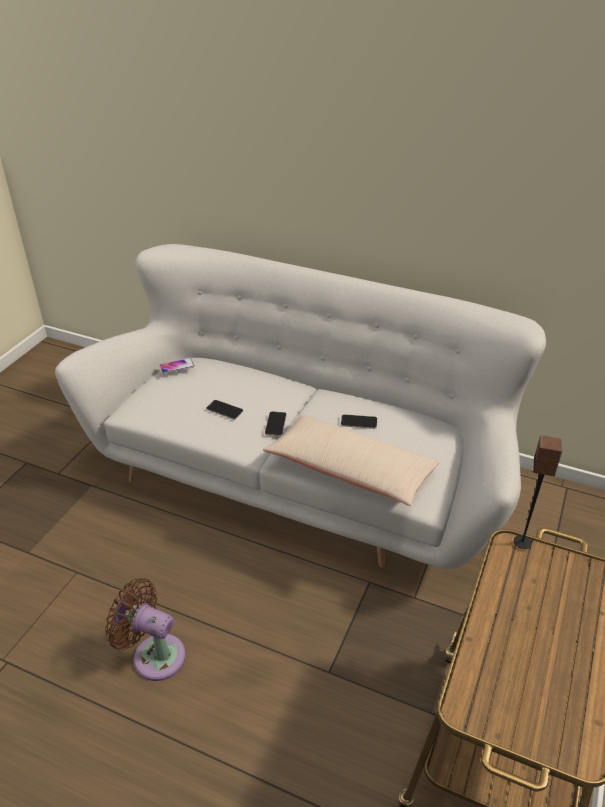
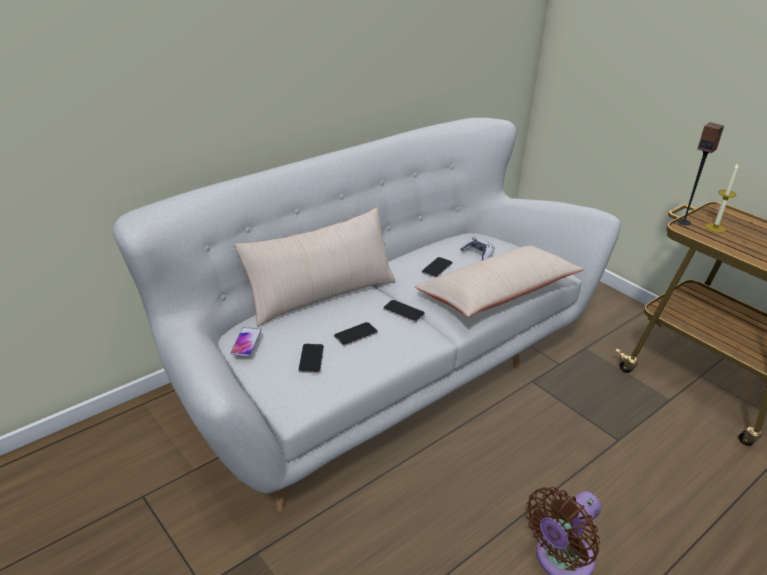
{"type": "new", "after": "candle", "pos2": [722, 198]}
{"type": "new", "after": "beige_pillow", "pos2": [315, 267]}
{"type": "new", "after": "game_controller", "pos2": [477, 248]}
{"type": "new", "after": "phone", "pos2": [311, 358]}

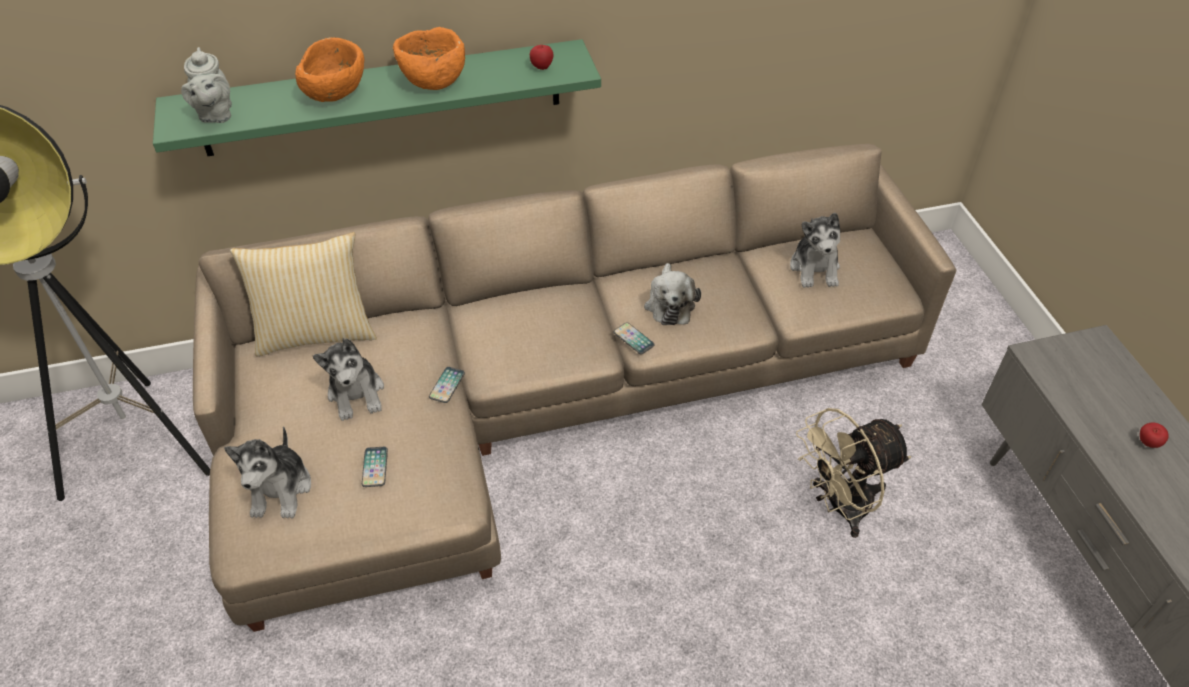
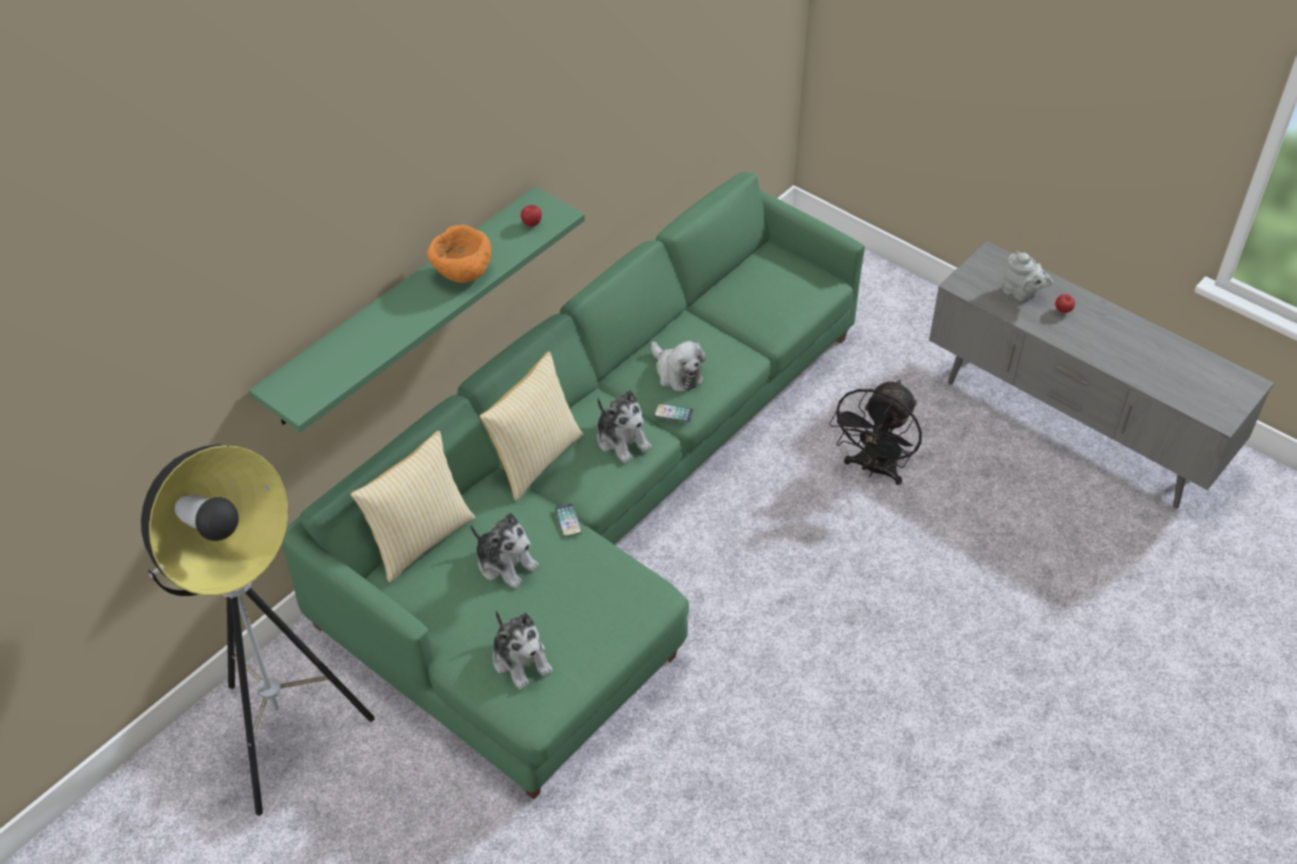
{"type": "gone", "before": "orange_bowl", "pos1": [329, 69]}
{"type": "shifted", "before": "grey_teapot", "pos1": [206, 85], "pos2": [1028, 276]}
{"type": "repainted", "before": "beige_sofa", "after": "green_sofa", "pos1": [575, 388], "pos2": [573, 486]}
{"type": "shifted", "before": "plush_toy", "pos1": [815, 250], "pos2": [624, 426]}
{"type": "repainted", "before": "beige_fan", "after": "black_fan", "pos1": [853, 473], "pos2": [875, 432]}
{"type": "gone", "before": "phone", "pos1": [375, 467]}
{"type": "new", "after": "pillow", "pos2": [531, 426]}

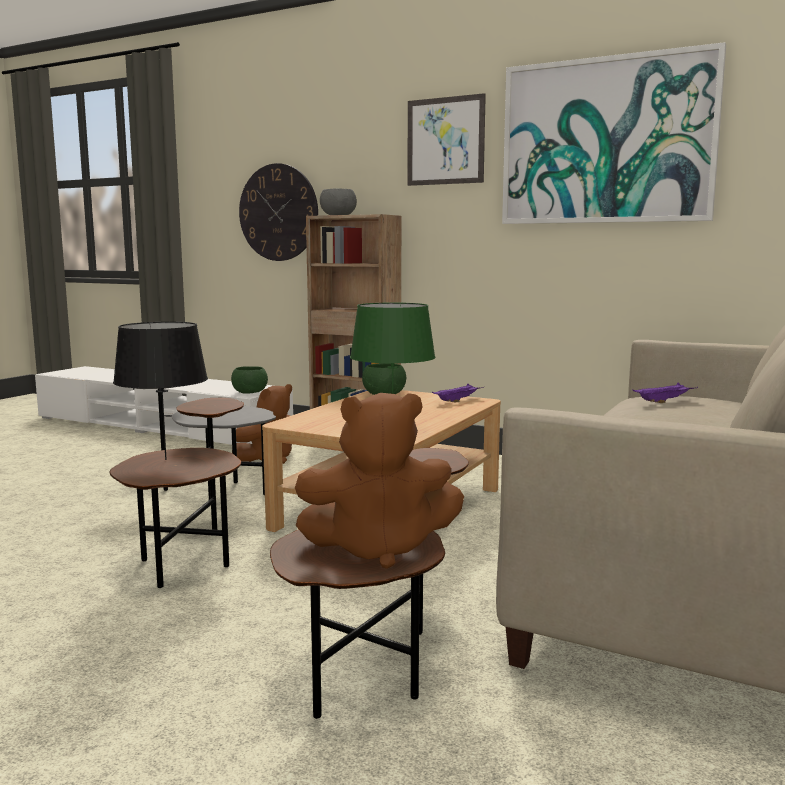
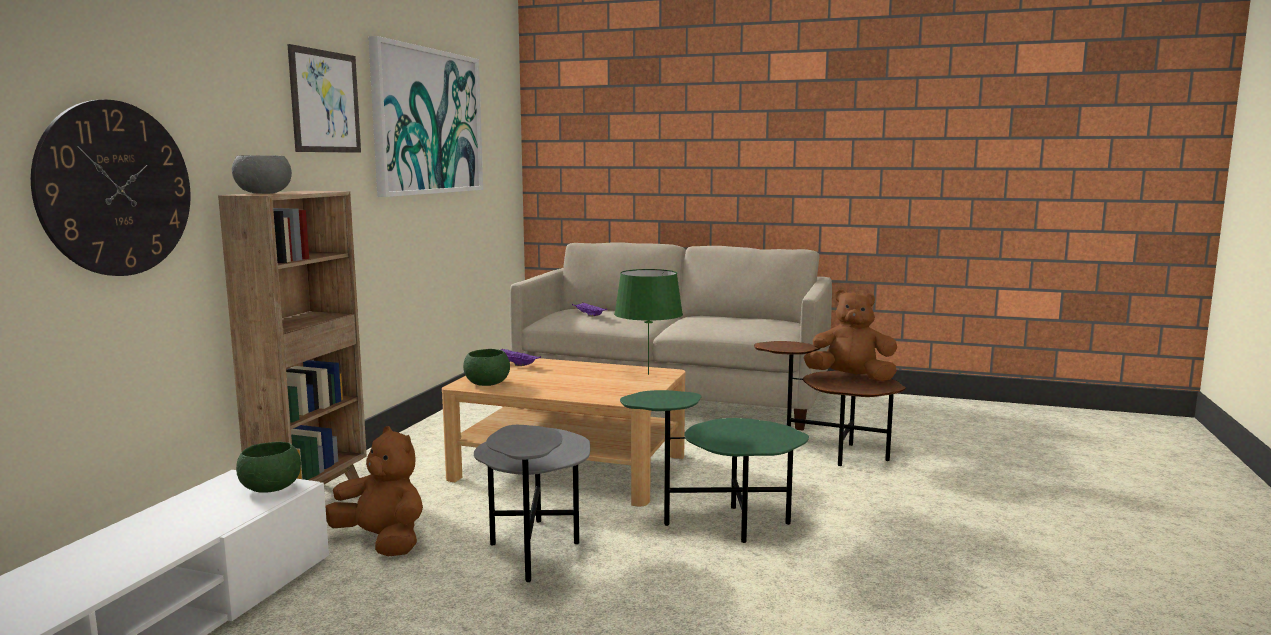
{"type": "gone", "before": "black_table_lamp", "pos1": [160, 391]}
{"type": "rotated", "before": "brown_plush_toy", "pos1": [379, 481], "pos2": [850, 335], "turn": -60}
{"type": "repainted", "before": "brown_side_table", "after": "green_side_table", "pos1": [176, 493], "pos2": [714, 466]}

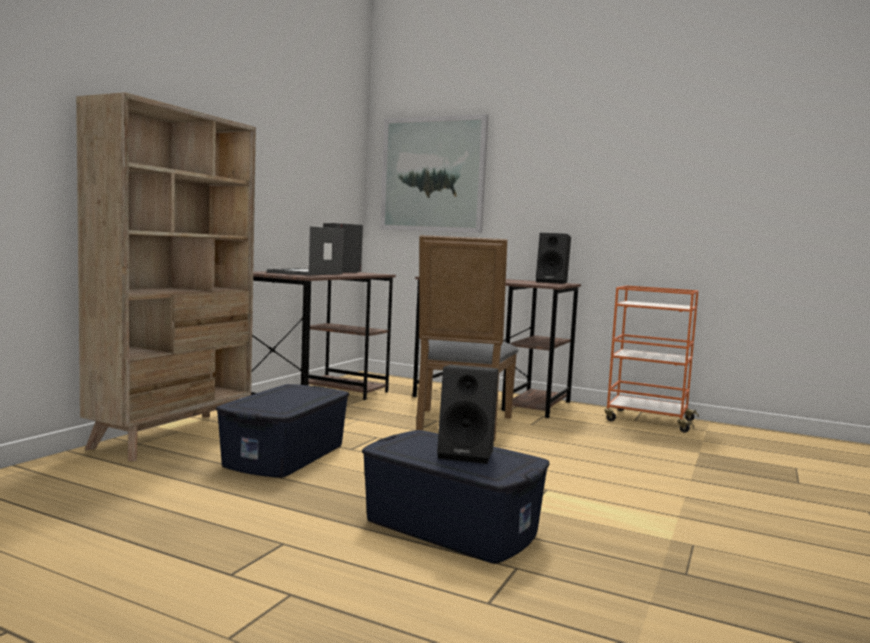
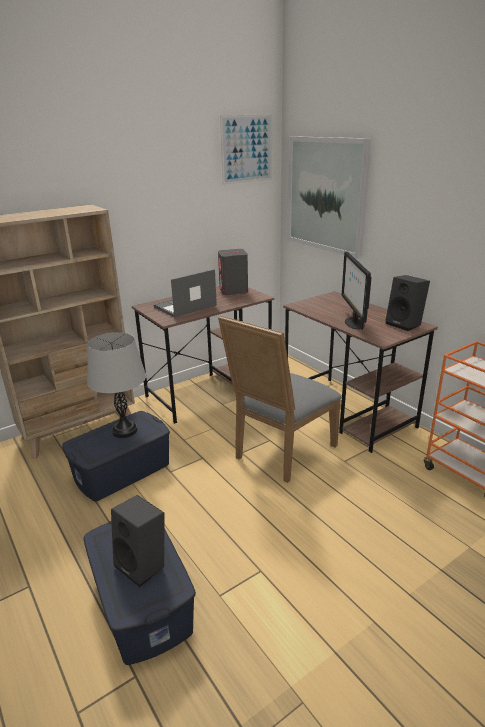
{"type": "new", "after": "picture", "pos2": [246, 149]}
{"type": "new", "after": "monitor", "pos2": [356, 290]}
{"type": "new", "after": "grey_table_lamp", "pos2": [116, 385]}

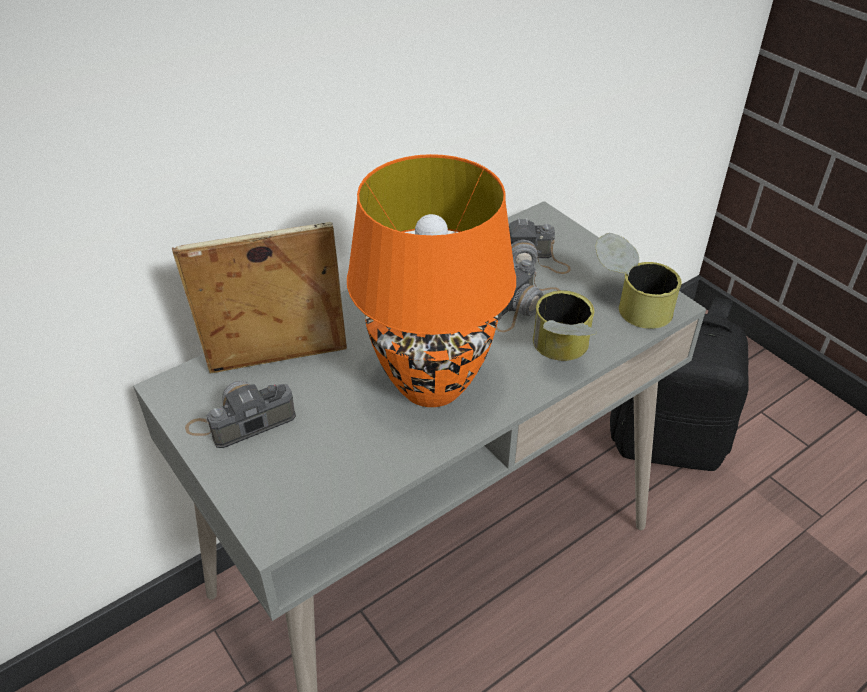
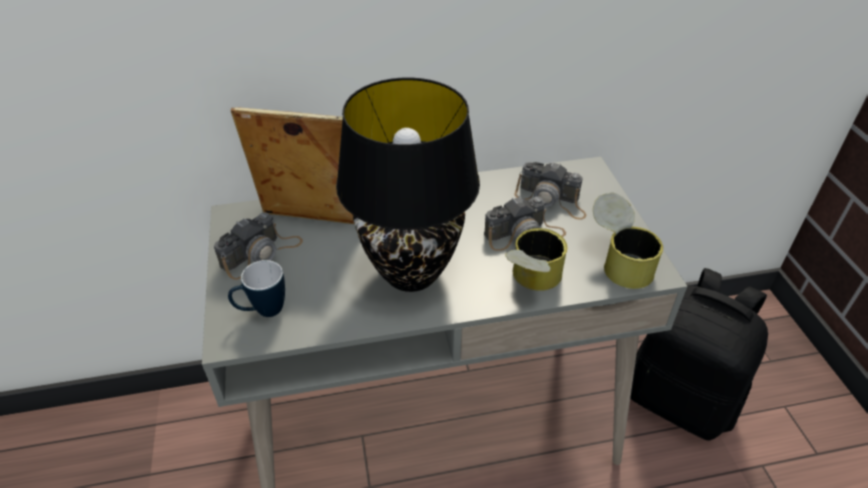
{"type": "repainted", "before": "orange_table_lamp", "after": "black_table_lamp", "pos1": [431, 280], "pos2": [408, 185]}
{"type": "rotated", "before": "photo_camera", "pos1": [240, 414], "pos2": [258, 246], "turn": 135}
{"type": "new", "after": "mug", "pos2": [256, 288]}

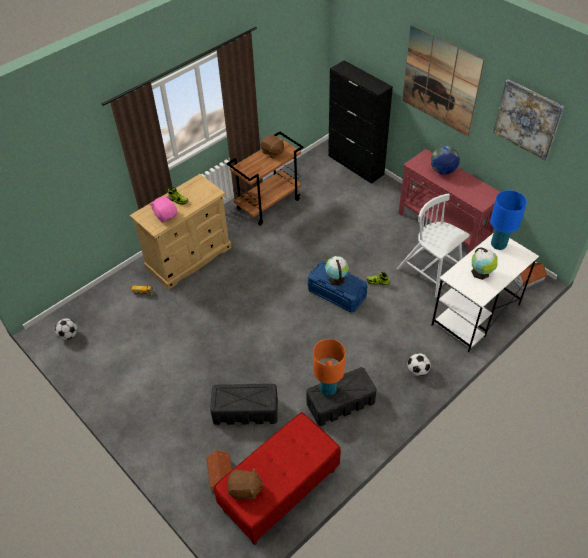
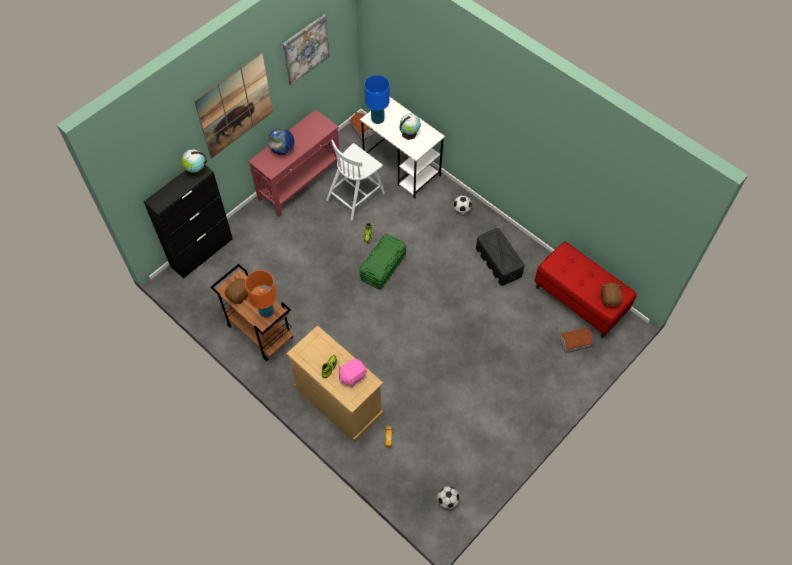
{"type": "shifted", "before": "globe", "pos1": [337, 271], "pos2": [193, 163]}
{"type": "repainted", "before": "blue_storage_box", "after": "green_storage_box", "pos1": [337, 287], "pos2": [382, 262]}
{"type": "shifted", "before": "orange_table_lamp", "pos1": [329, 367], "pos2": [261, 294]}
{"type": "gone", "before": "black_storage_box", "pos1": [244, 404]}

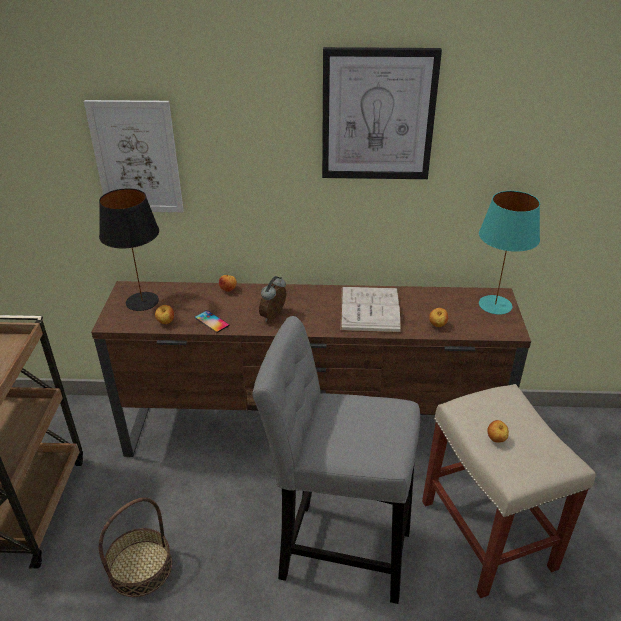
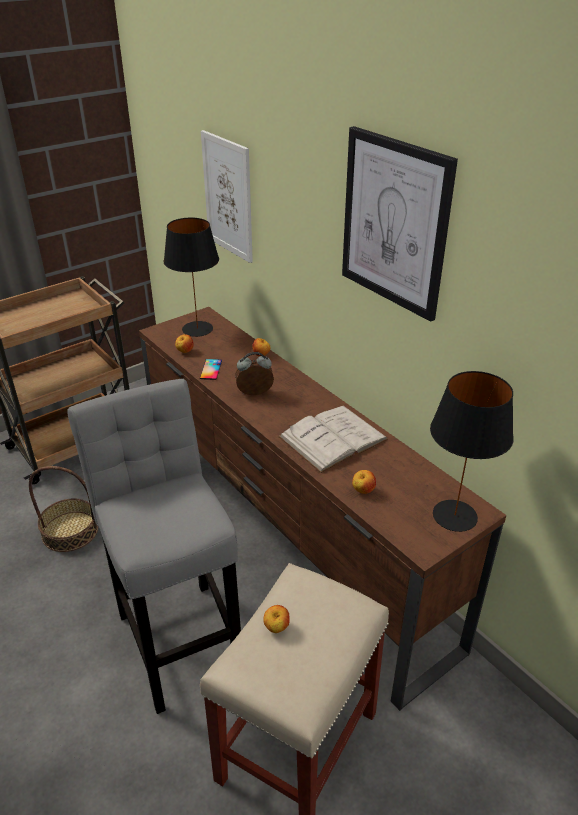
{"type": "repainted", "before": "turquoise_table_lamp", "after": "black_table_lamp", "pos1": [509, 253], "pos2": [472, 451]}

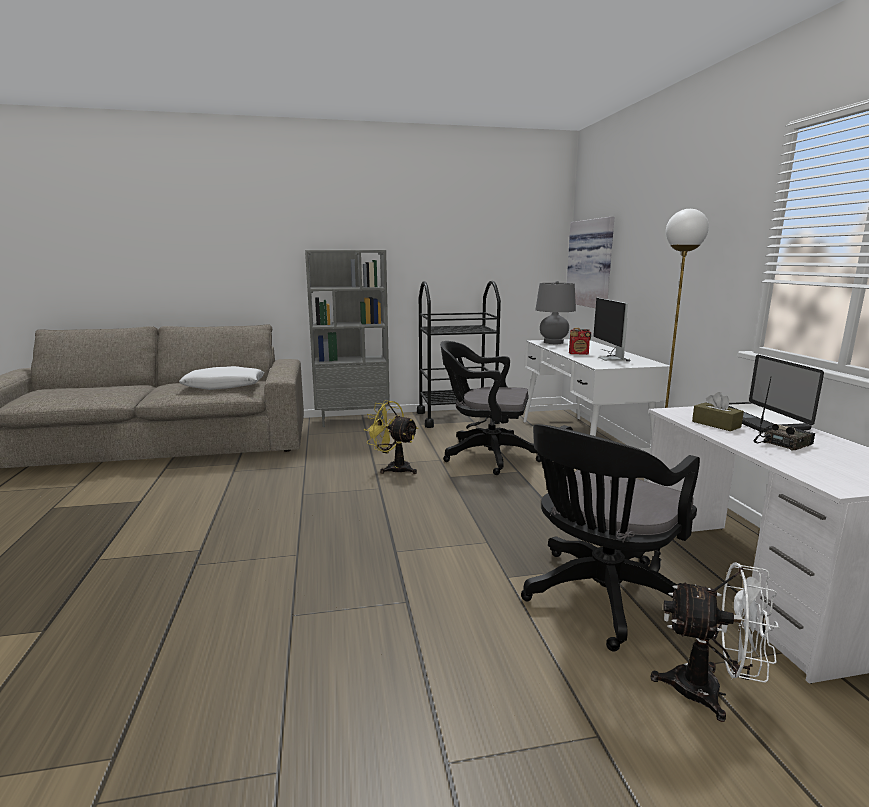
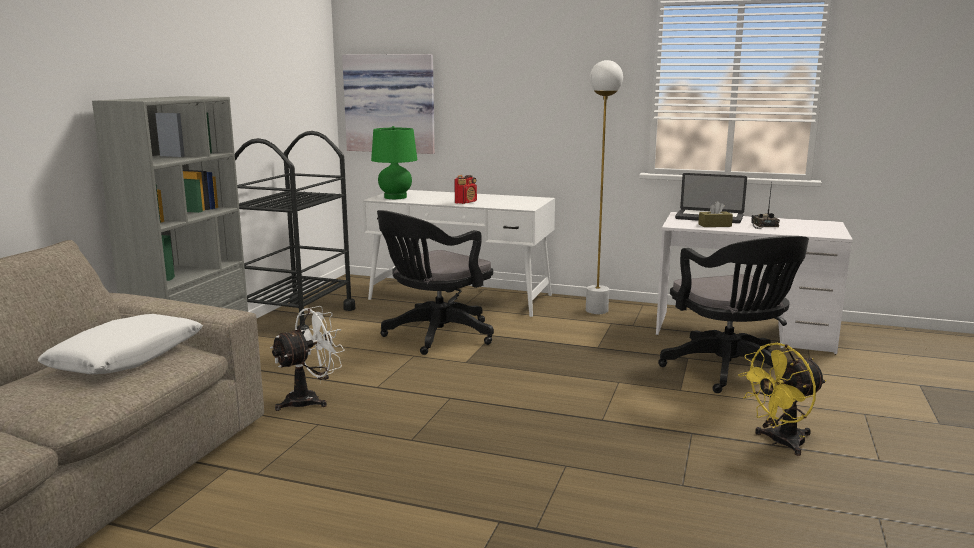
{"type": "repainted", "before": "grey_table_lamp", "after": "green_table_lamp", "pos1": [555, 312], "pos2": [394, 162]}
{"type": "gone", "before": "monitor", "pos1": [611, 330]}
{"type": "shifted", "before": "yellow_fan", "pos1": [391, 437], "pos2": [782, 399]}
{"type": "shifted", "before": "white_fan", "pos1": [715, 642], "pos2": [307, 358]}

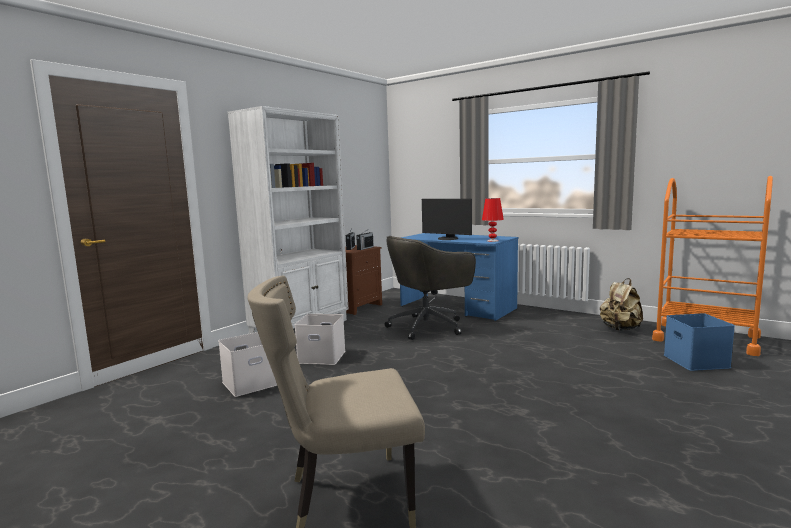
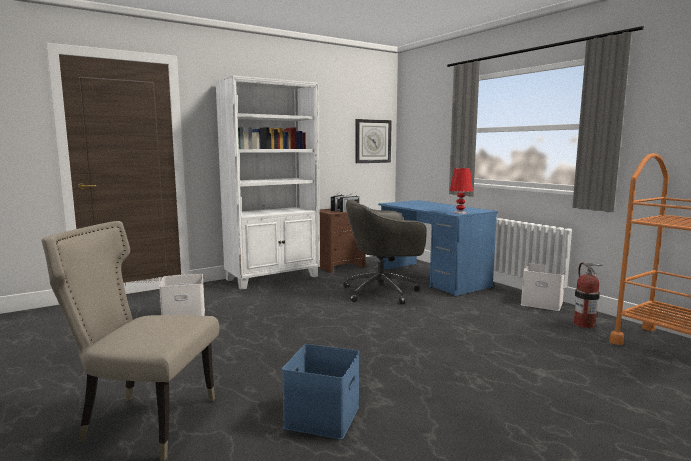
{"type": "gone", "before": "monitor", "pos1": [447, 219]}
{"type": "swapped", "before": "beige_backpack", "after": "fire_extinguisher", "pos1": [621, 304], "pos2": [588, 295]}
{"type": "shifted", "before": "blue_storage_box", "pos1": [699, 342], "pos2": [320, 391]}
{"type": "shifted", "before": "white_storage_box", "pos1": [319, 339], "pos2": [543, 287]}
{"type": "new", "after": "wall_clock", "pos2": [373, 141]}

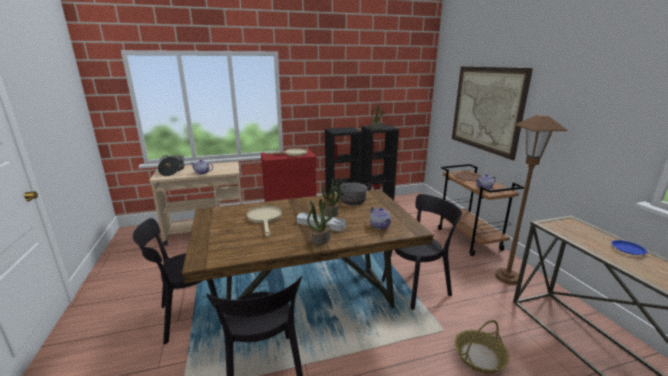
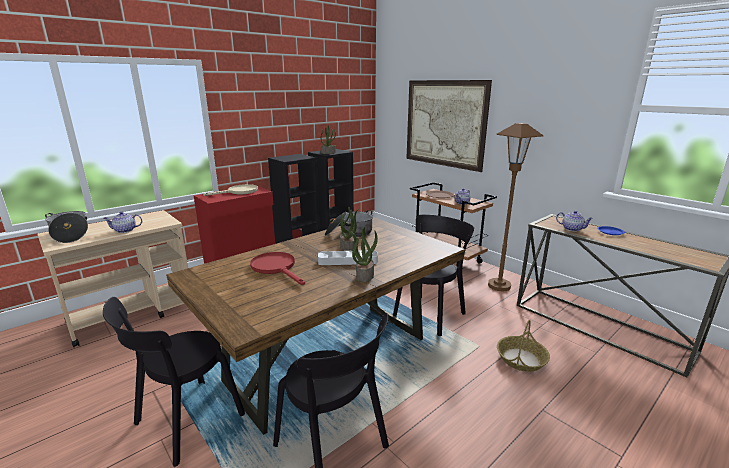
{"type": "repainted", "before": "beige_frying_pan", "after": "red_frying_pan", "pos1": [264, 221], "pos2": [277, 268]}
{"type": "shifted", "before": "teapot", "pos1": [381, 218], "pos2": [574, 221]}

